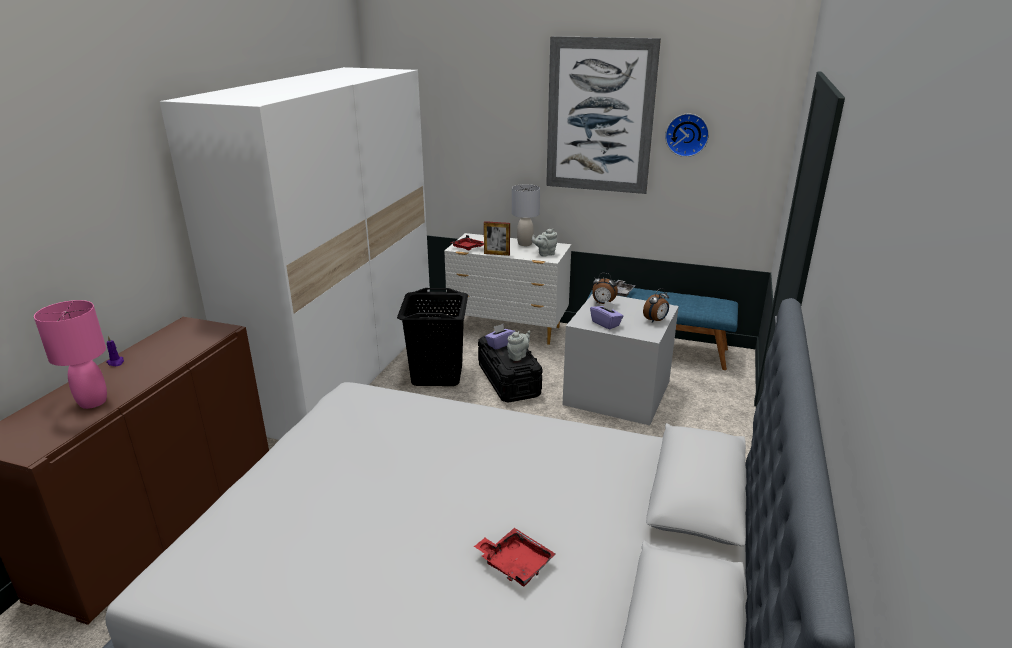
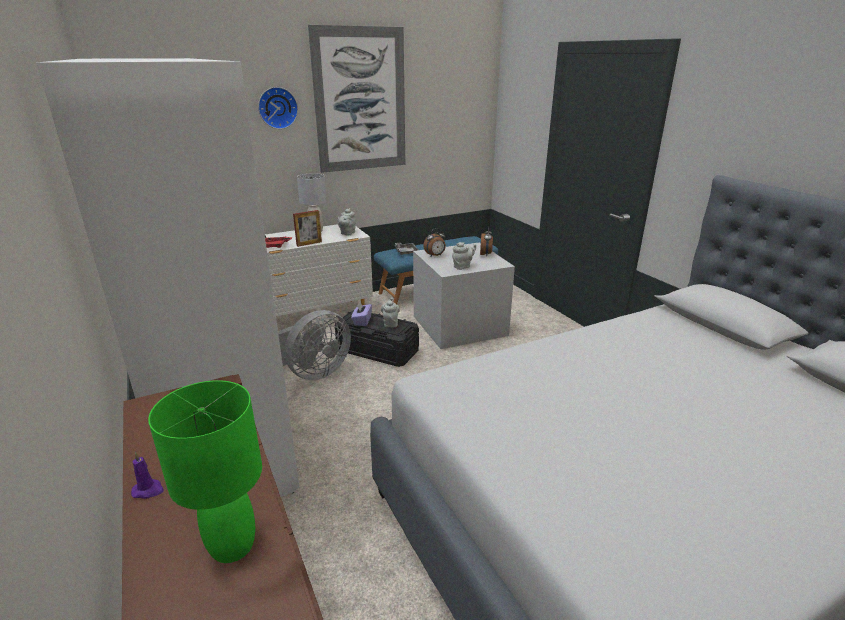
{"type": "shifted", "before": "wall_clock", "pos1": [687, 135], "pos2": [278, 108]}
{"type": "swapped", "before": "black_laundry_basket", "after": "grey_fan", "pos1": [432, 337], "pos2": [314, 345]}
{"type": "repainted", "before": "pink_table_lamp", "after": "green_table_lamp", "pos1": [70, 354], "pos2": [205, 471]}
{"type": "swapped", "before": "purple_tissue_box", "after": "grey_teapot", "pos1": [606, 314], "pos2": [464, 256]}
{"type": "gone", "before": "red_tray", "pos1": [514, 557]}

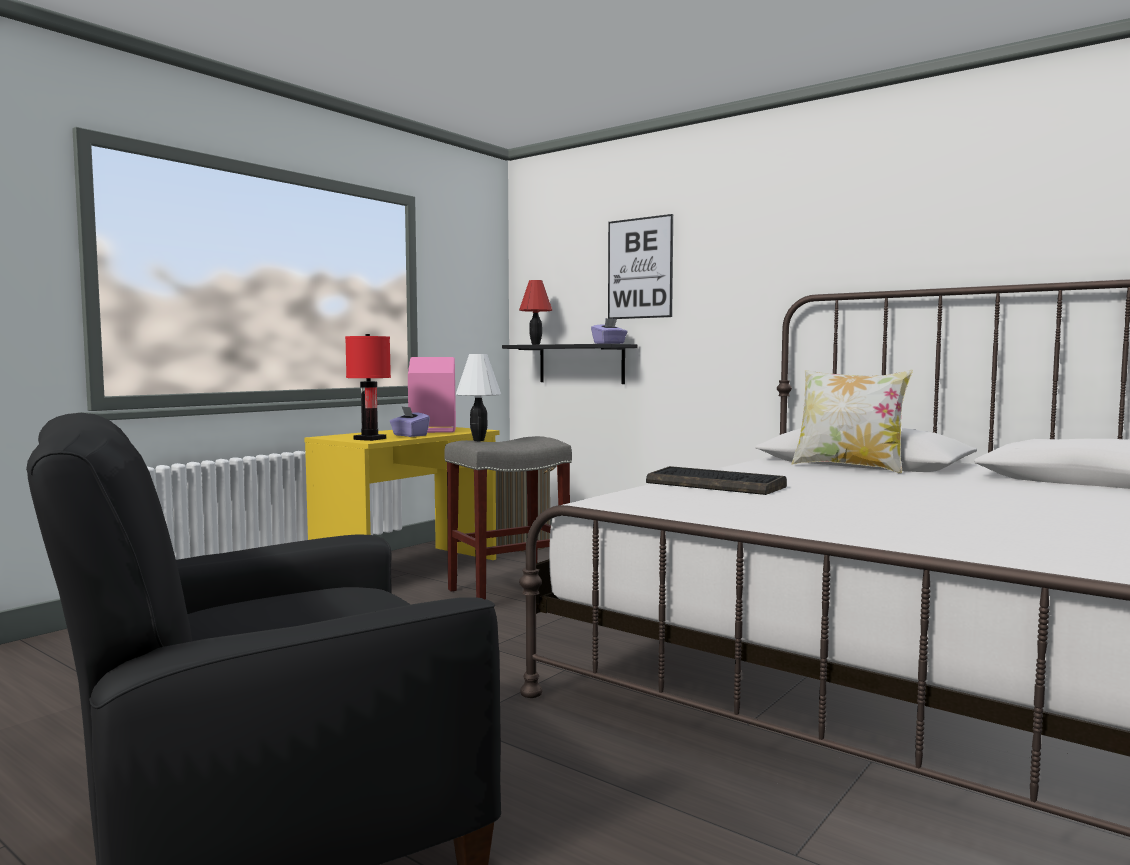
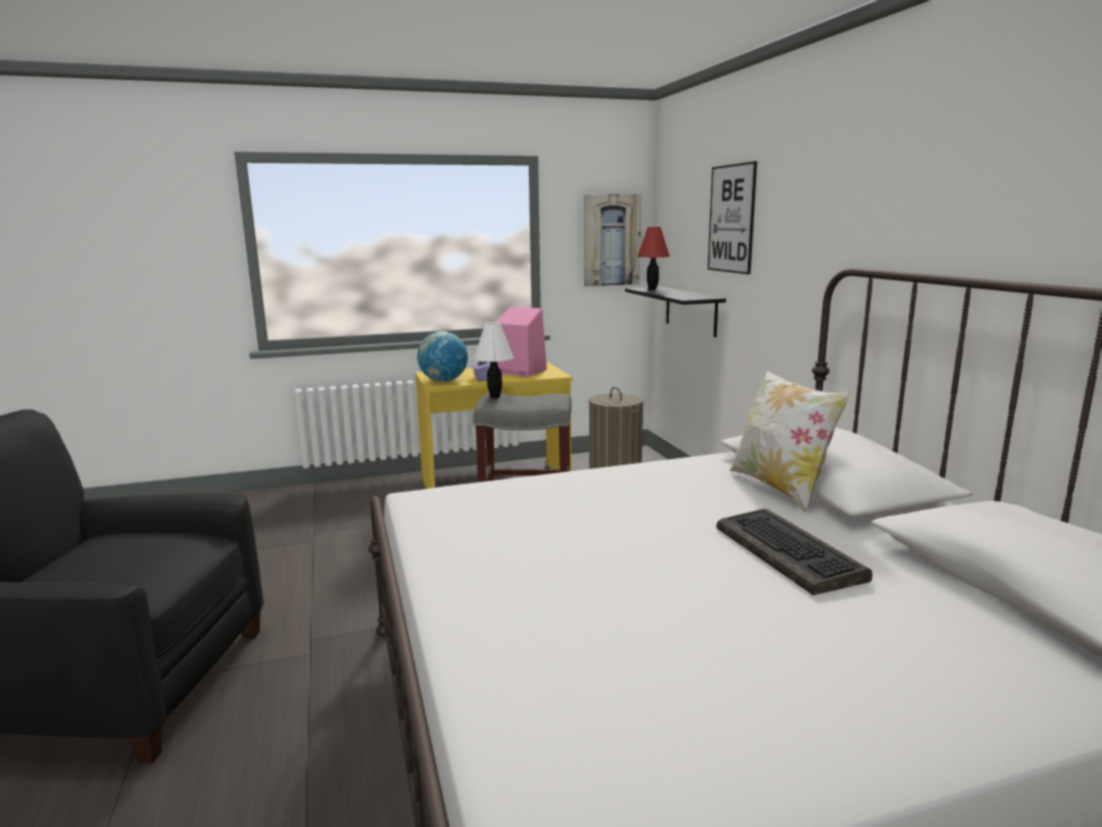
{"type": "gone", "before": "purple_tissue_box", "pos1": [609, 331]}
{"type": "swapped", "before": "red_table_lamp", "after": "globe", "pos1": [368, 387], "pos2": [442, 356]}
{"type": "shifted", "before": "keyboard", "pos1": [716, 480], "pos2": [794, 552]}
{"type": "new", "after": "picture", "pos2": [612, 240]}

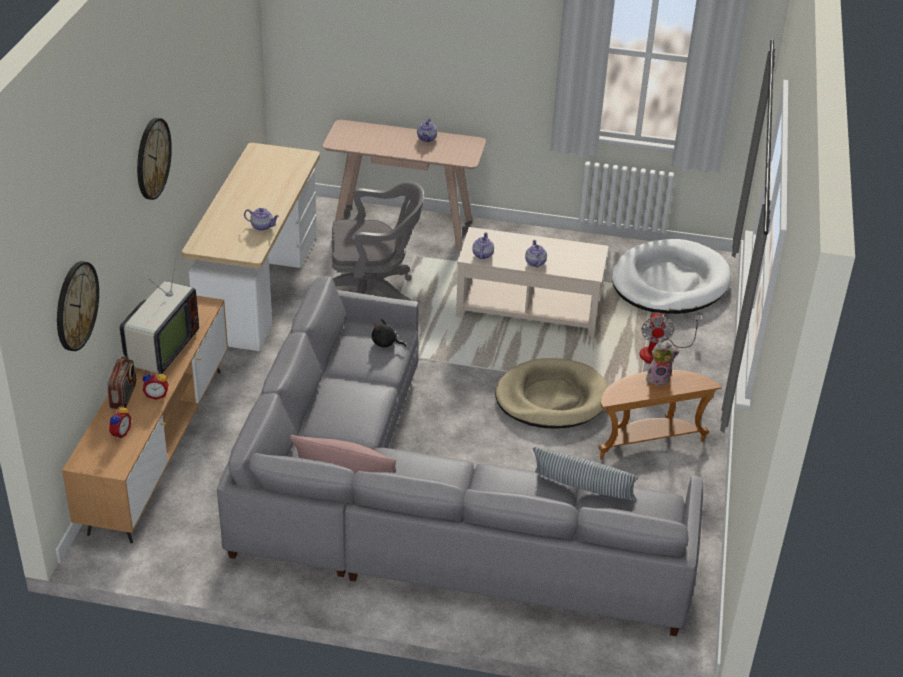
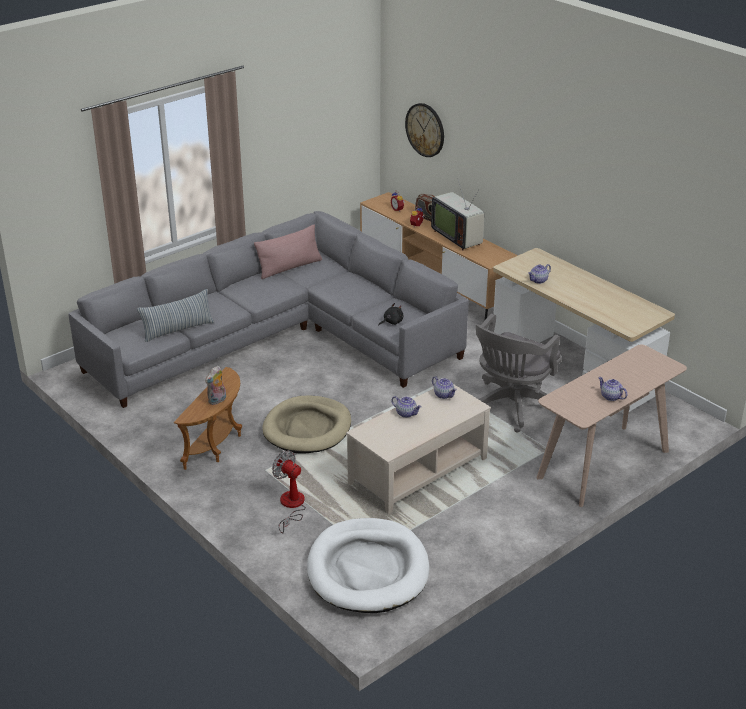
{"type": "gone", "before": "wall_clock", "pos1": [154, 159]}

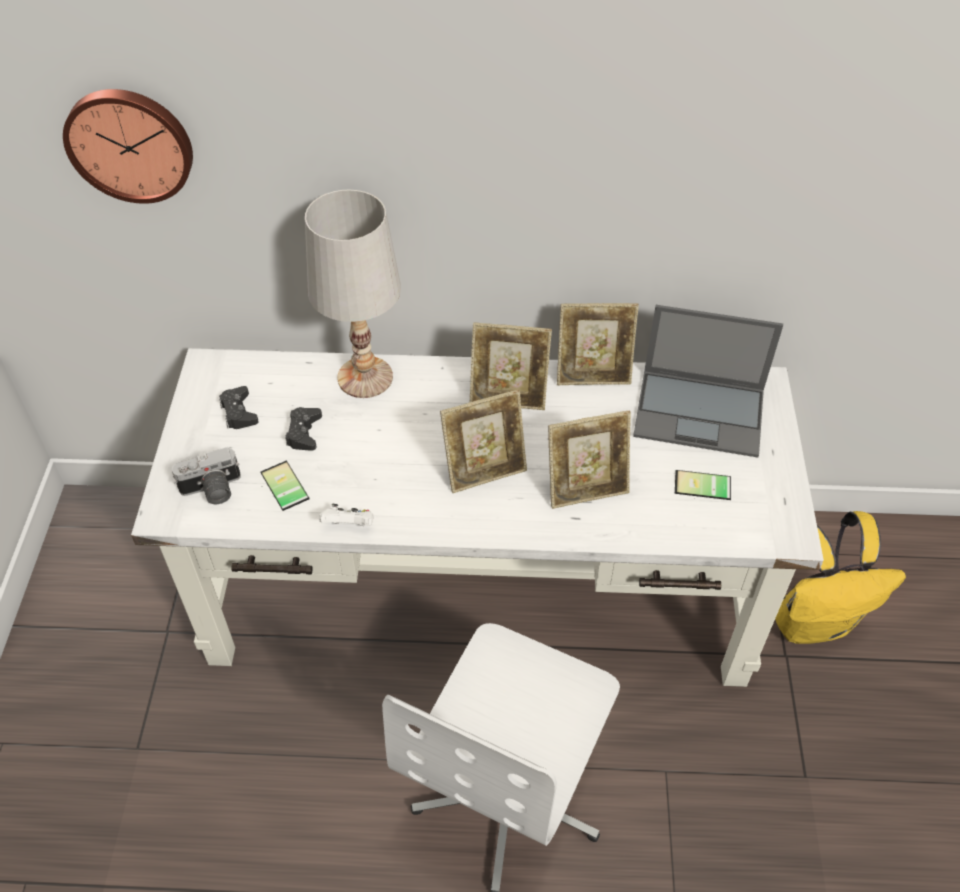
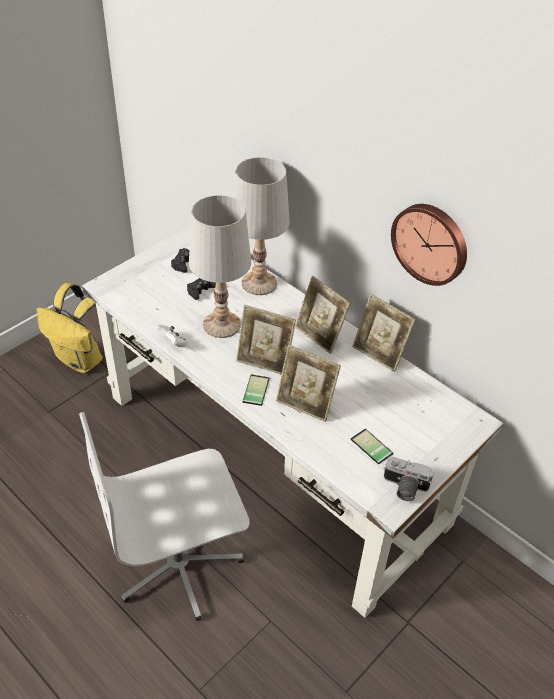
{"type": "shifted", "before": "wall_clock", "pos1": [128, 146], "pos2": [429, 245]}
{"type": "gone", "before": "laptop", "pos1": [708, 381]}
{"type": "shifted", "before": "photo_camera", "pos1": [206, 475], "pos2": [409, 479]}
{"type": "shifted", "before": "phone", "pos1": [285, 485], "pos2": [256, 390]}
{"type": "shifted", "before": "yellow_backpack", "pos1": [840, 577], "pos2": [71, 328]}
{"type": "new", "after": "white_table_lamp", "pos2": [220, 266]}

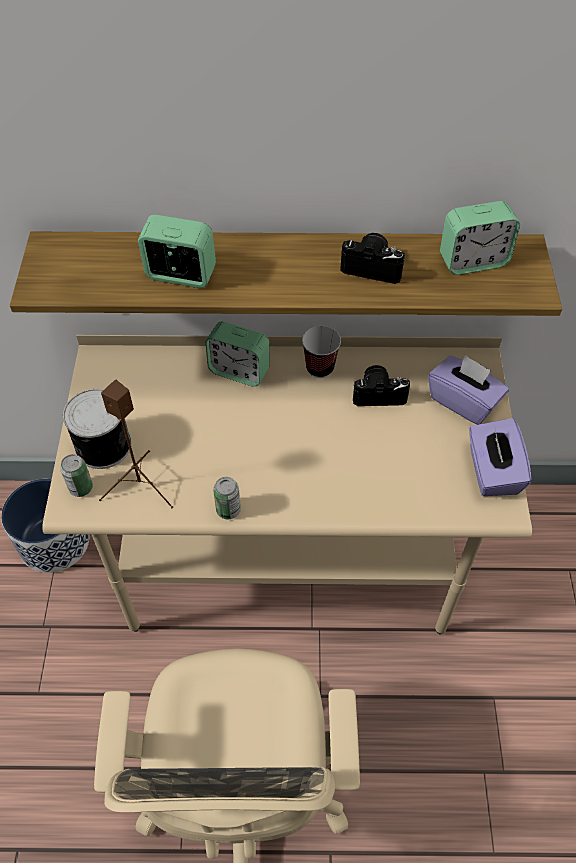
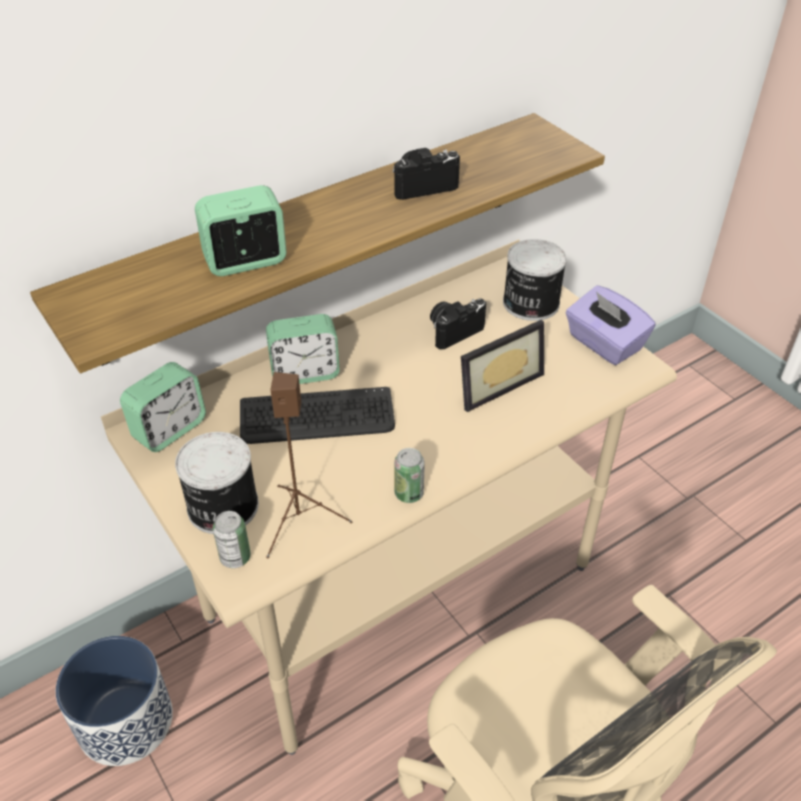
{"type": "shifted", "before": "alarm_clock", "pos1": [480, 238], "pos2": [163, 407]}
{"type": "gone", "before": "cup", "pos1": [321, 352]}
{"type": "swapped", "before": "purple_tissue_box", "after": "can", "pos1": [468, 390], "pos2": [535, 280]}
{"type": "new", "after": "picture_frame", "pos2": [502, 366]}
{"type": "new", "after": "keyboard", "pos2": [317, 415]}

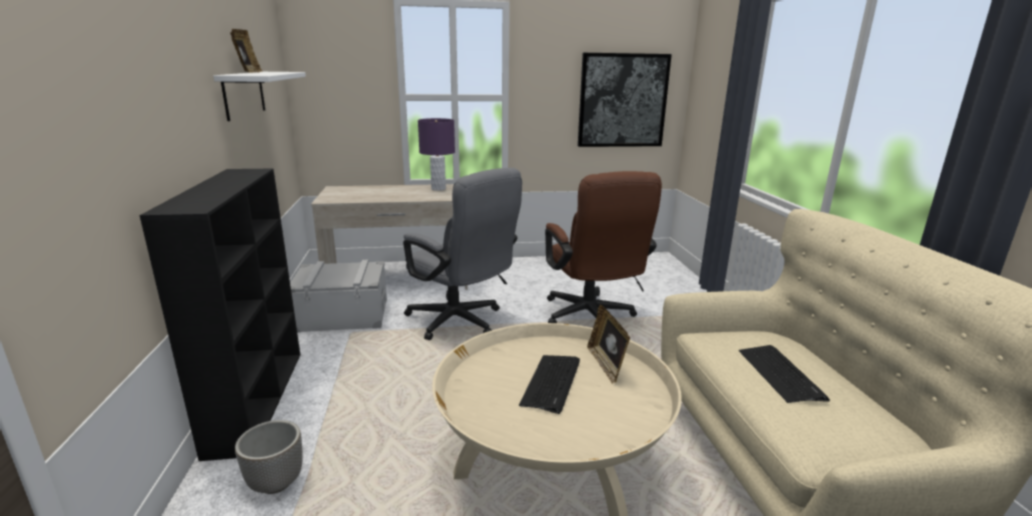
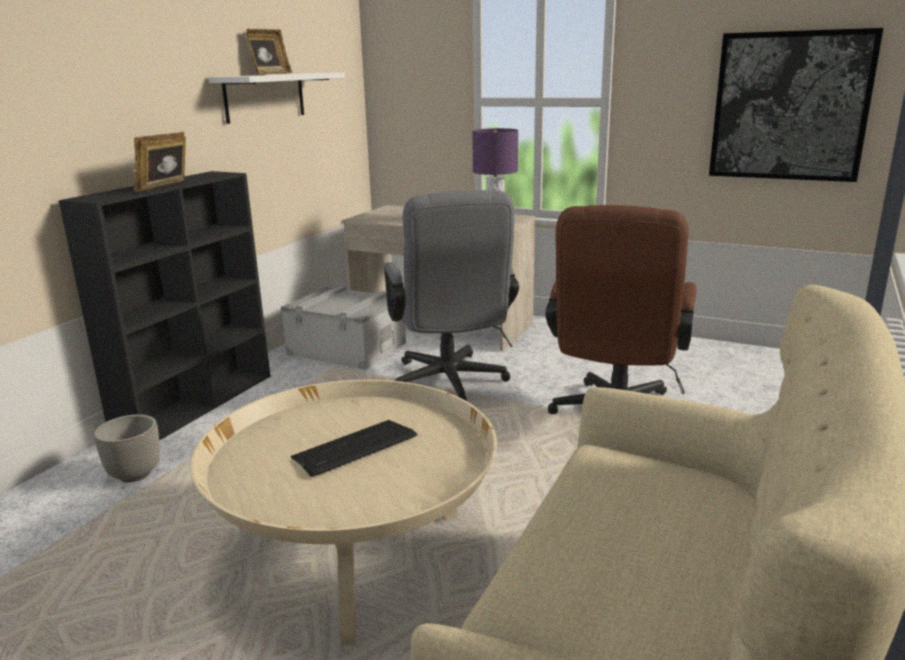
{"type": "shifted", "before": "picture_frame", "pos1": [608, 344], "pos2": [160, 162]}
{"type": "gone", "before": "keyboard", "pos1": [784, 374]}

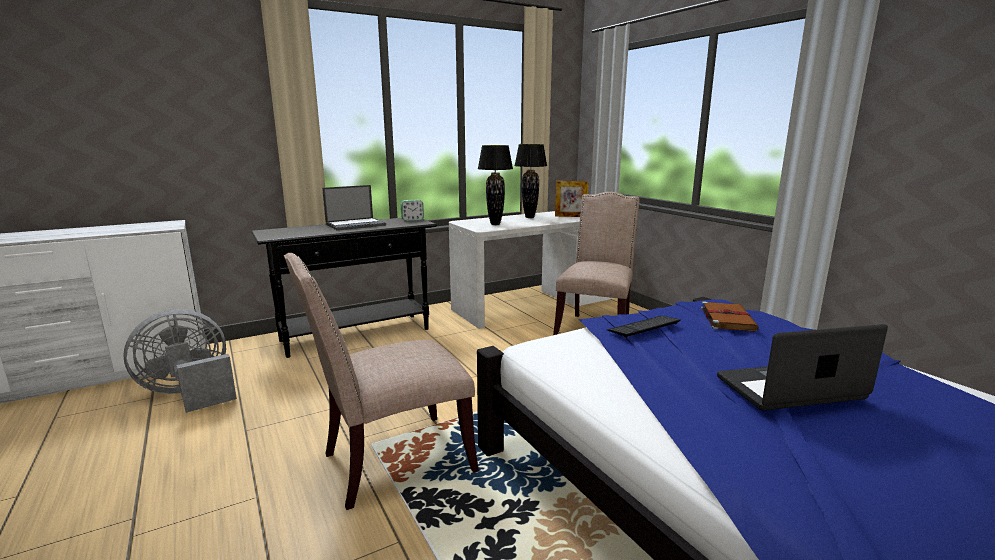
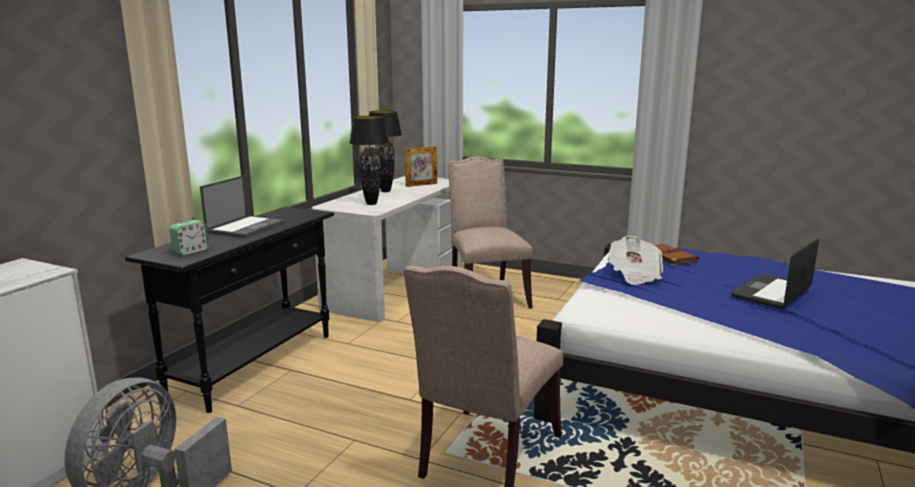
{"type": "shifted", "before": "alarm_clock", "pos1": [412, 210], "pos2": [189, 237]}
{"type": "swapped", "before": "keyboard", "after": "newspaper", "pos1": [644, 327], "pos2": [635, 260]}

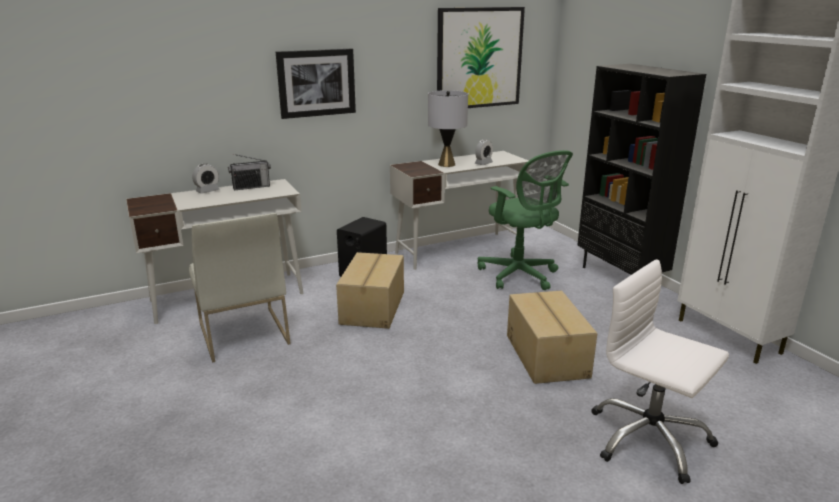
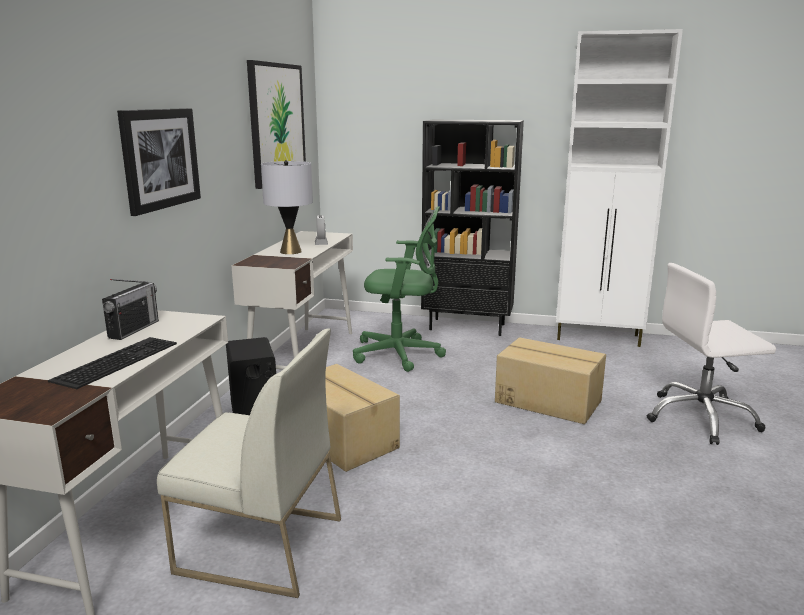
{"type": "gone", "before": "alarm_clock", "pos1": [206, 179]}
{"type": "new", "after": "keyboard", "pos2": [112, 363]}

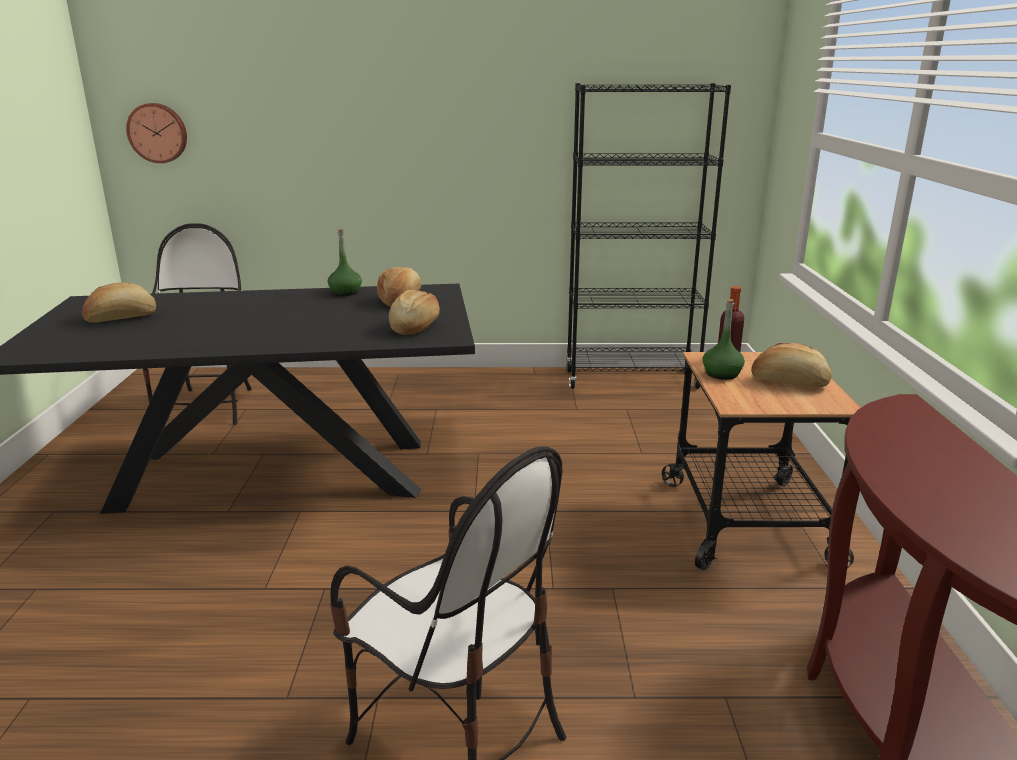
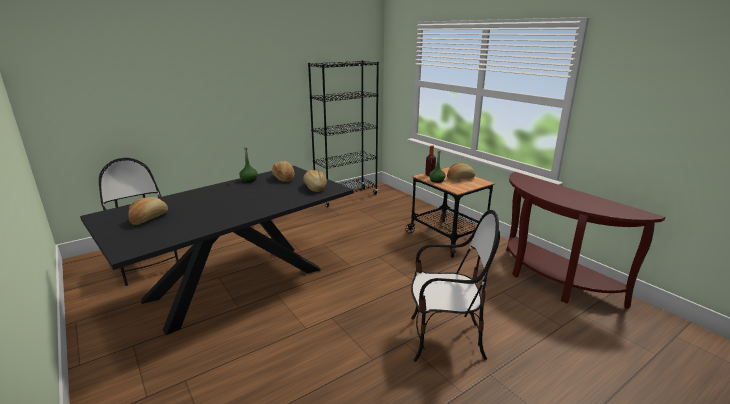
{"type": "gone", "before": "wall_clock", "pos1": [156, 133]}

